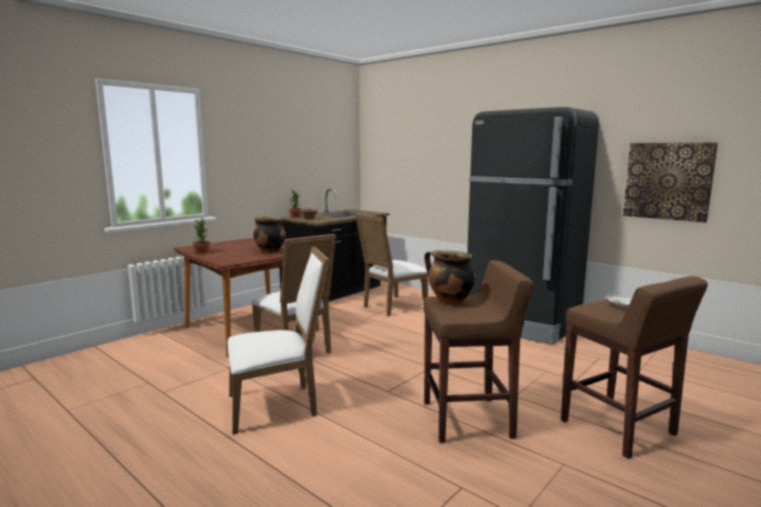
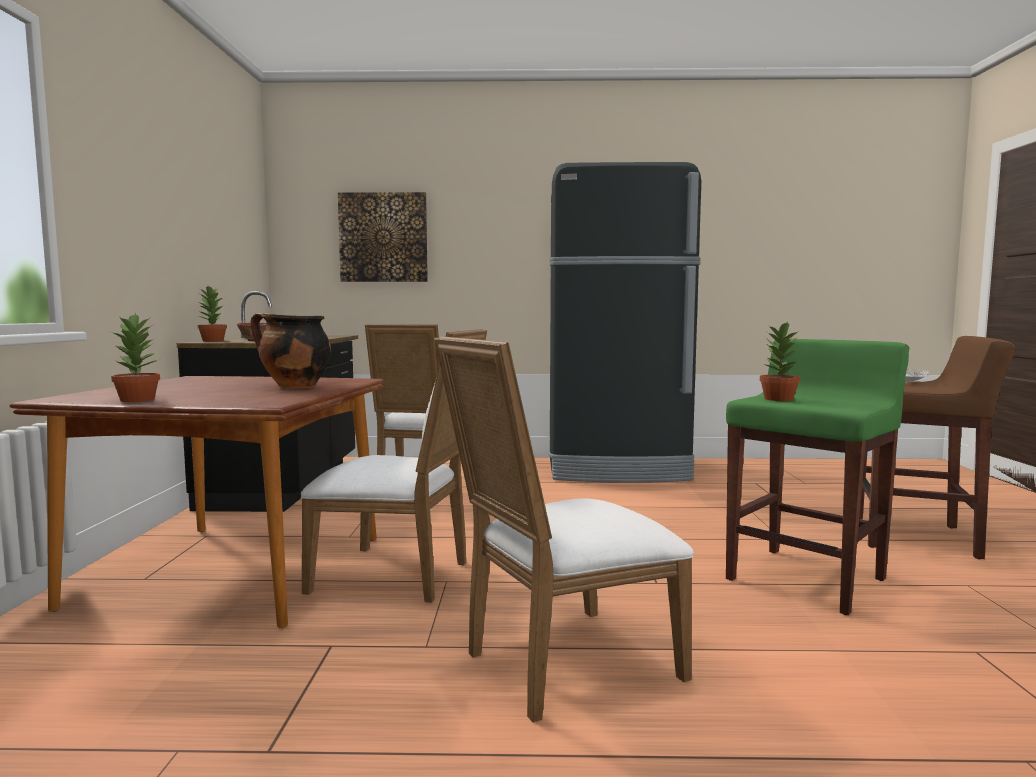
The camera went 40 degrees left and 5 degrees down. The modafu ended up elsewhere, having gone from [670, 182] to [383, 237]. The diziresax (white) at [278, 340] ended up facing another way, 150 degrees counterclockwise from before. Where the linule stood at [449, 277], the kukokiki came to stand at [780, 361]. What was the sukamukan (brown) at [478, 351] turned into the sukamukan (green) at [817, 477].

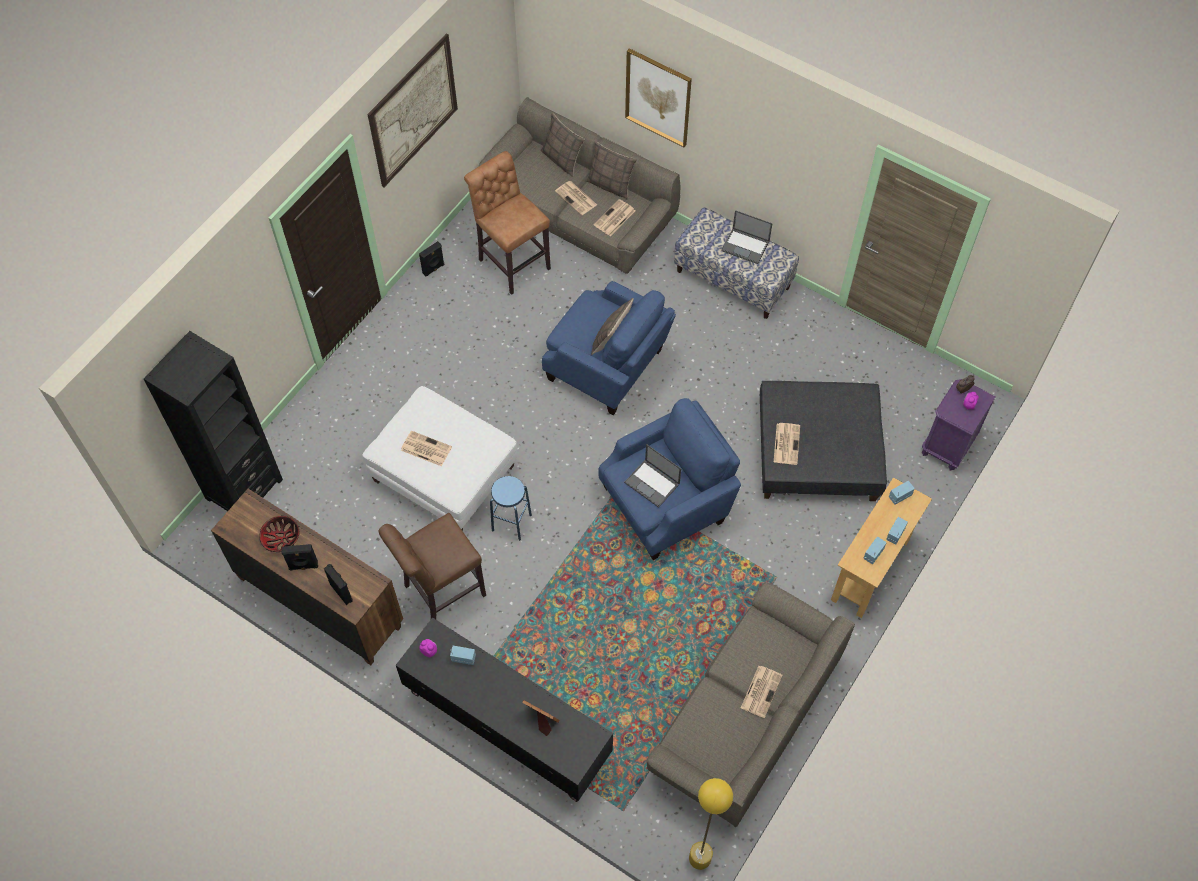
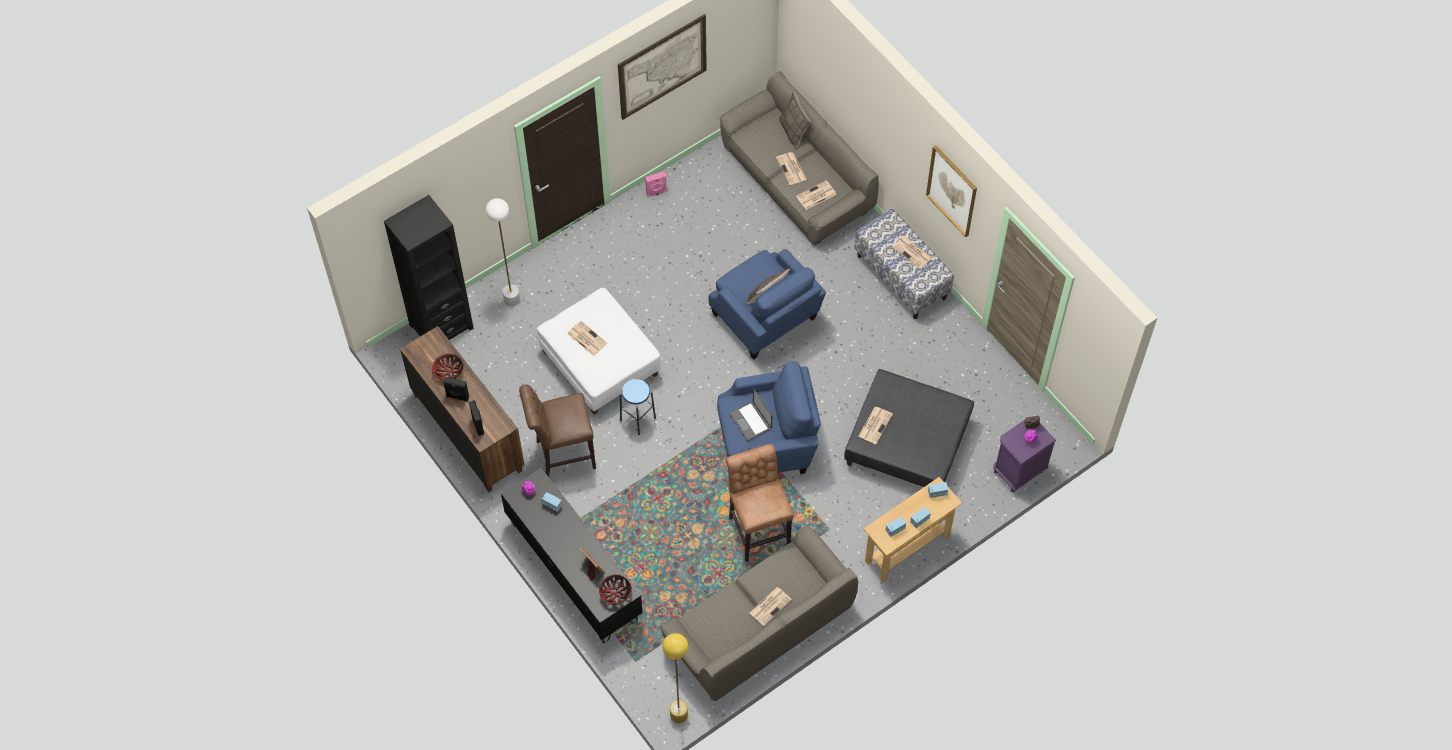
The camera went 20 degrees right and 0 degrees up. The modafu ended up elsewhere, having gone from [658, 97] to [951, 191]. The second view lost the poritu at [611, 170]. The sukamukan (brown) ended up elsewhere, having gone from [507, 223] to [760, 503]. Where the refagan stood at [747, 237], the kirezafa came to stand at [912, 253]. What was the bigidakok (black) at [431, 259] turned into the bigidakok (pink) at [656, 184]. The second view gained the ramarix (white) at [503, 252]. The second view gained the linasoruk at [615, 589].

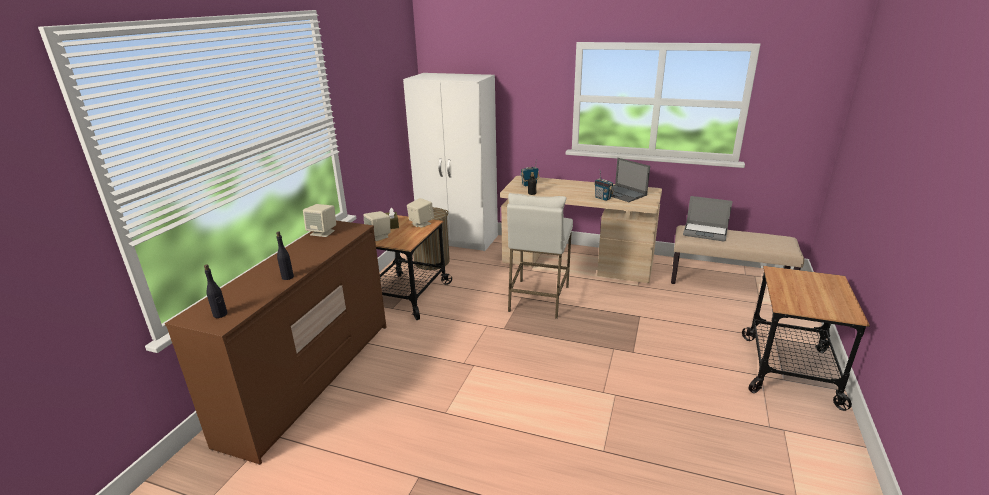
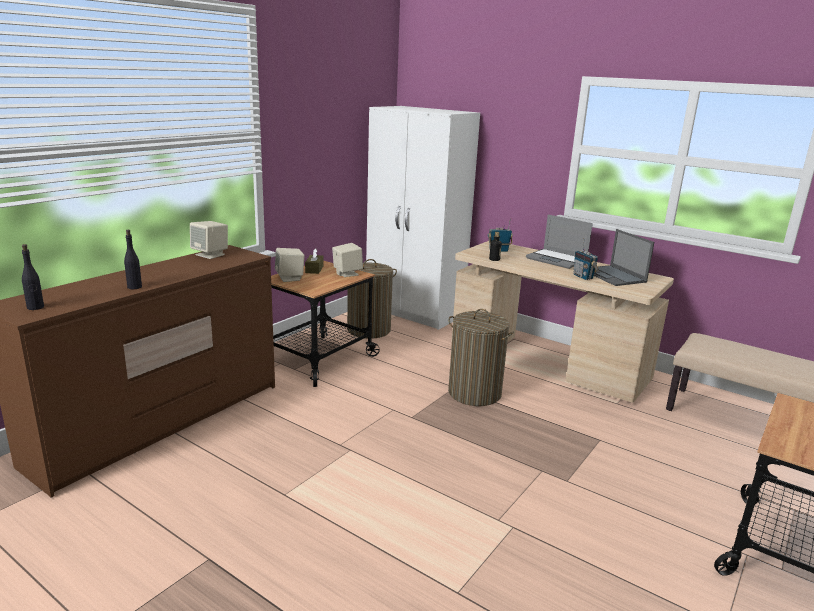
The camera went 15 degrees right and 5 degrees down. Where the sukamukan (white) stood at [540, 256], the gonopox came to stand at [481, 357]. The refagan ended up elsewhere, having gone from [708, 218] to [559, 242].

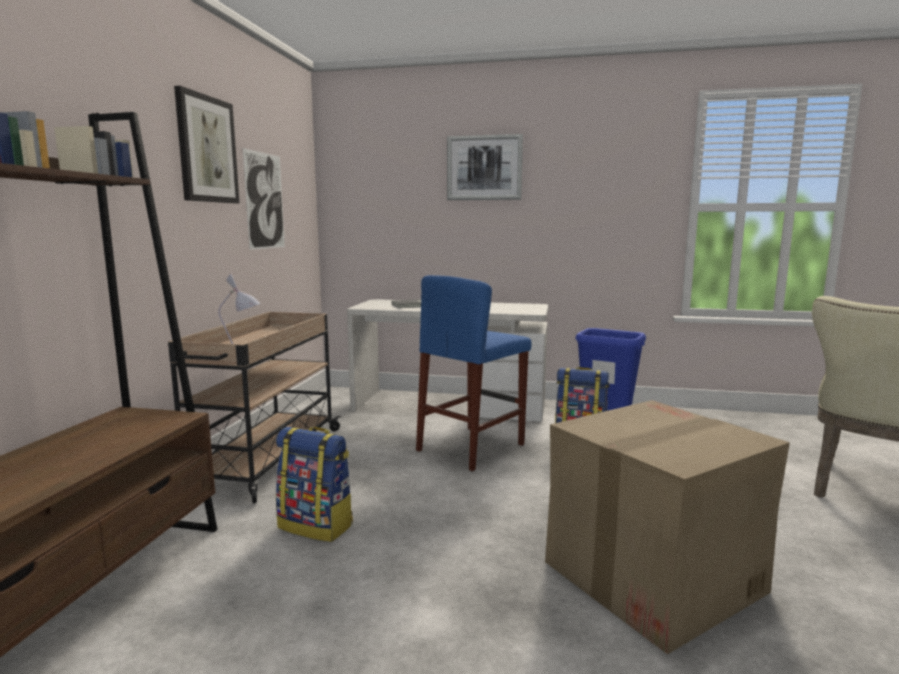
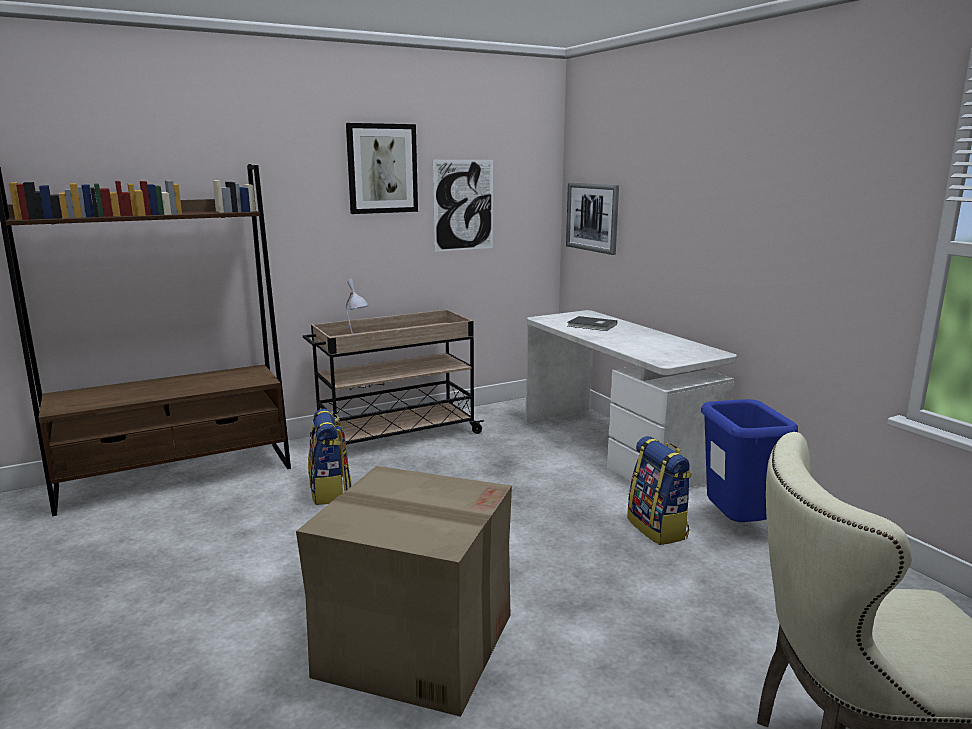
The camera went 50 degrees right and 5 degrees up. The modafu ended up elsewhere, having gone from [485, 167] to [592, 219]. The second view lost the sukamukan (blue) at [474, 373].

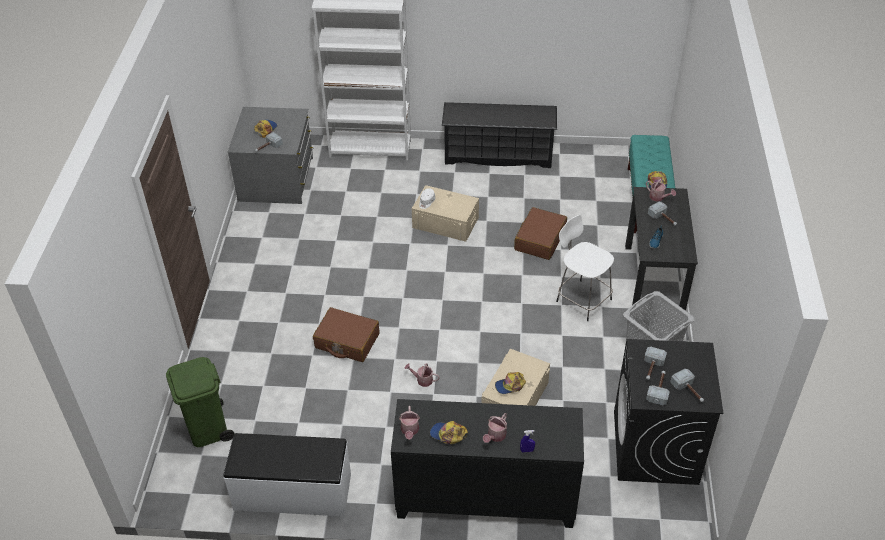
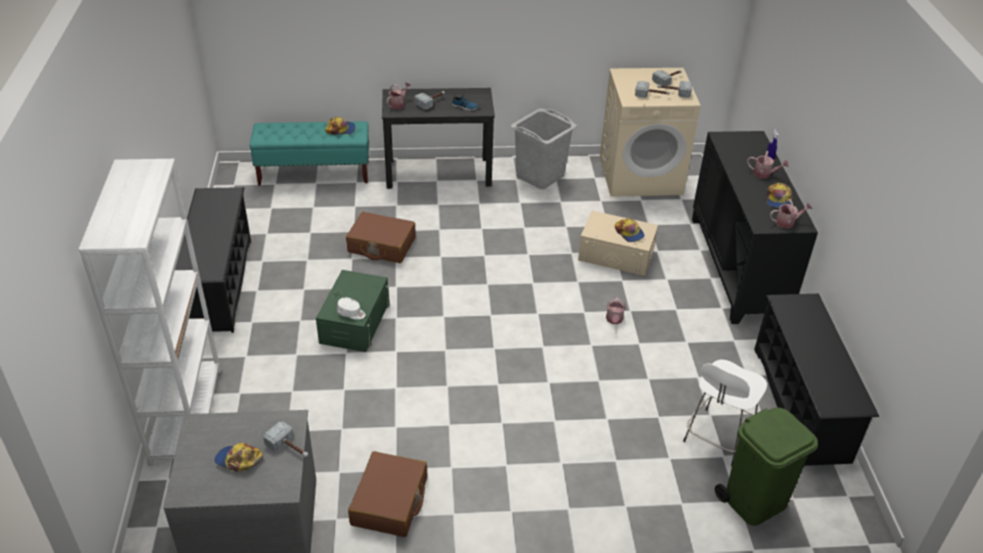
The camera went 100 degrees left and 5 degrees down. What was the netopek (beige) at [445, 213] turned into the netopek (green) at [352, 311]. The sukamukan (white) ended up elsewhere, having gone from [585, 268] to [725, 413]. The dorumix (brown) ended up elsewhere, having gone from [346, 334] to [387, 494]. What was the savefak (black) at [668, 412] turned into the savefak (beige) at [650, 132]. Where the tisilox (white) stood at [287, 475], the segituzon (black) came to stand at [816, 381].

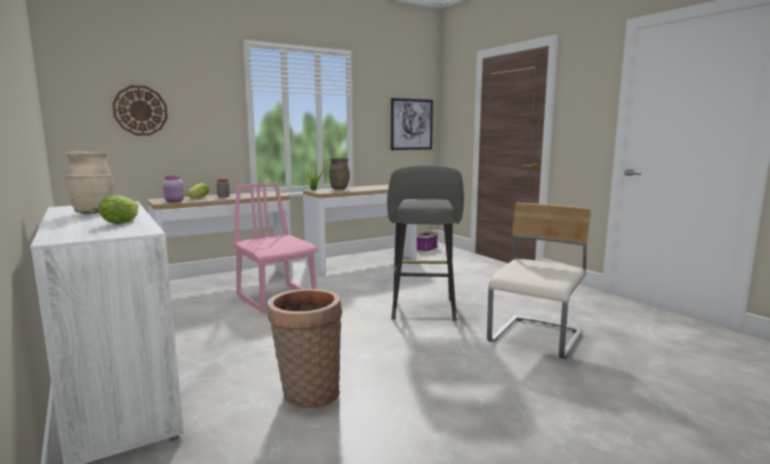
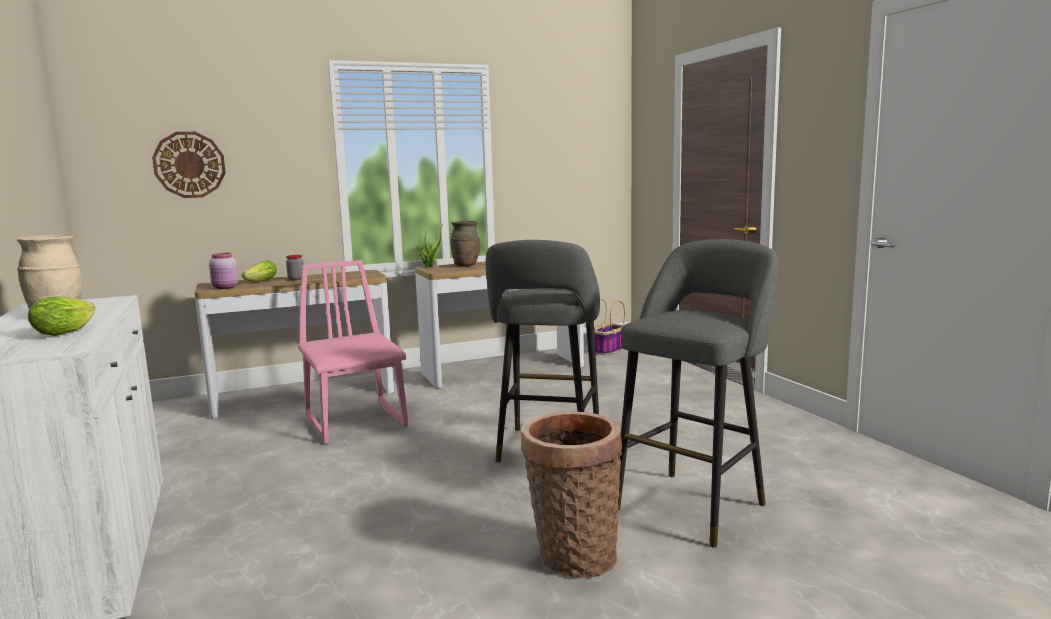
The camera went 10 degrees right and 0 degrees up. The second view lost the modafu at [412, 124]. Where the diziresax (beige) stood at [539, 281], the sukamukan (grey) came to stand at [698, 393]. The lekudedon ended up elsewhere, having gone from [304, 349] to [571, 495].

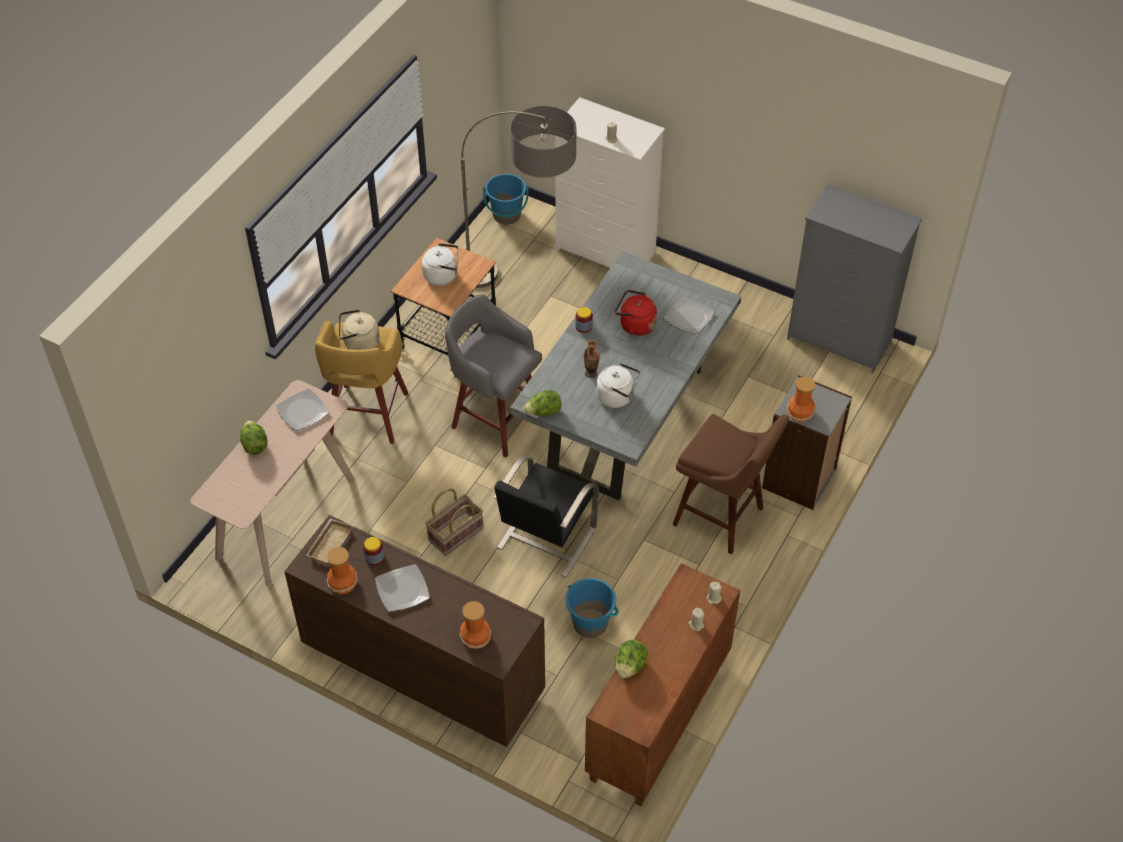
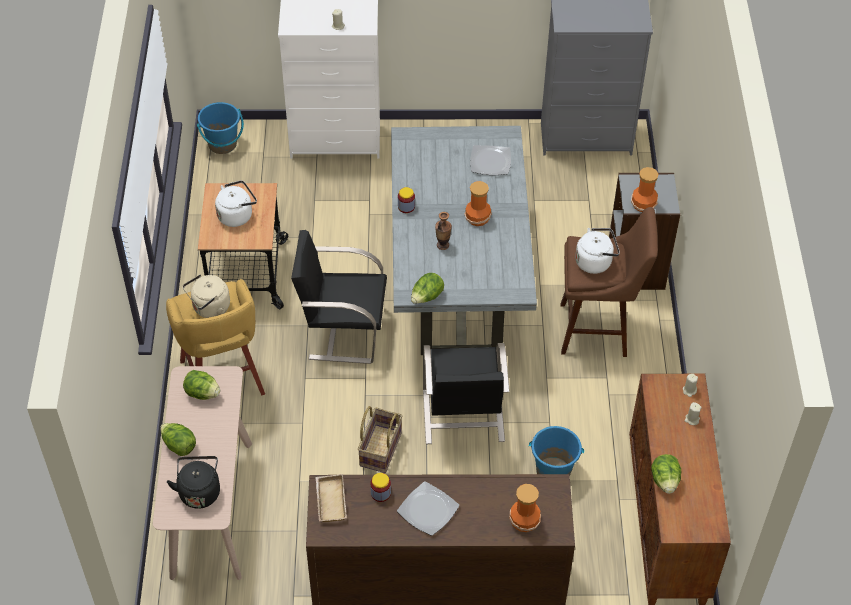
The camera went 30 degrees left and 0 degrees up. The second view lost the ramarix at [518, 197]. The second view lost the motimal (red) at [636, 313]. Where the sukamukan (grey) stood at [493, 375], the diziresax (black) came to stand at [339, 297]. The motimal (white) ended up elsewhere, having gone from [618, 385] to [597, 251]. Where the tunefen stood at [302, 409], the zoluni came to stand at [201, 385]. The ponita ended up elsewhere, having gone from [342, 570] to [478, 203]. The second view gained the motimal (black) at [193, 482].

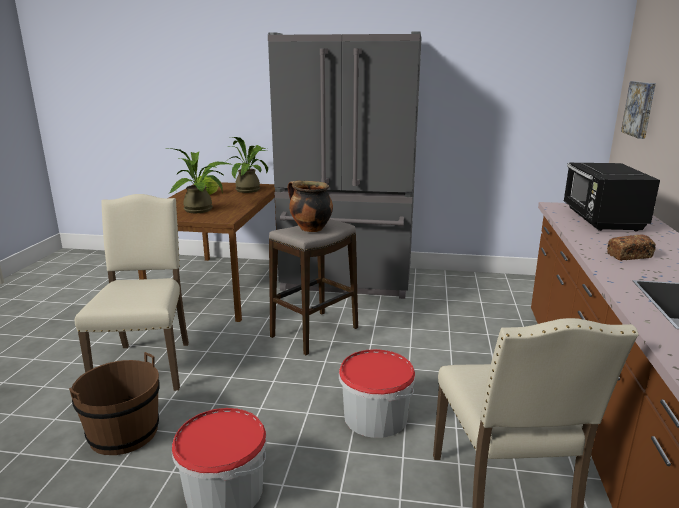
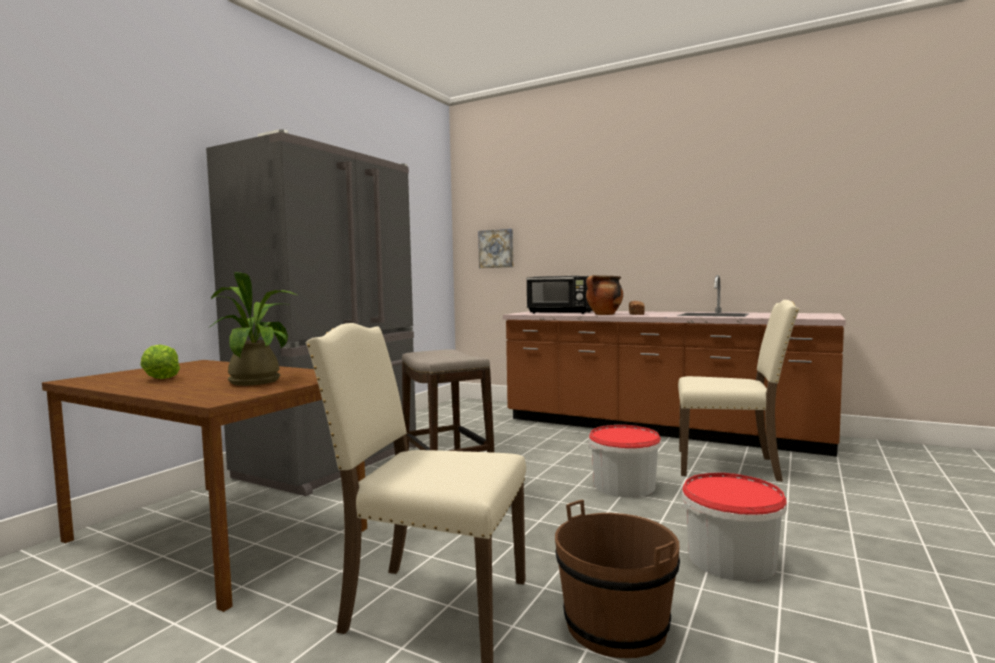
The camera went 70 degrees left and 15 degrees down. The second view lost the kukokiki at [246, 165]. The linule ended up elsewhere, having gone from [310, 206] to [604, 295].

